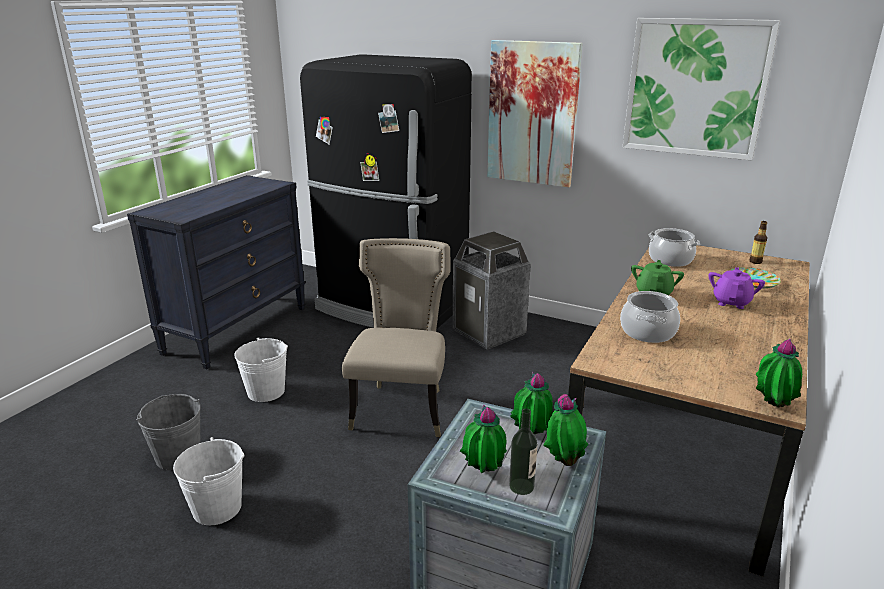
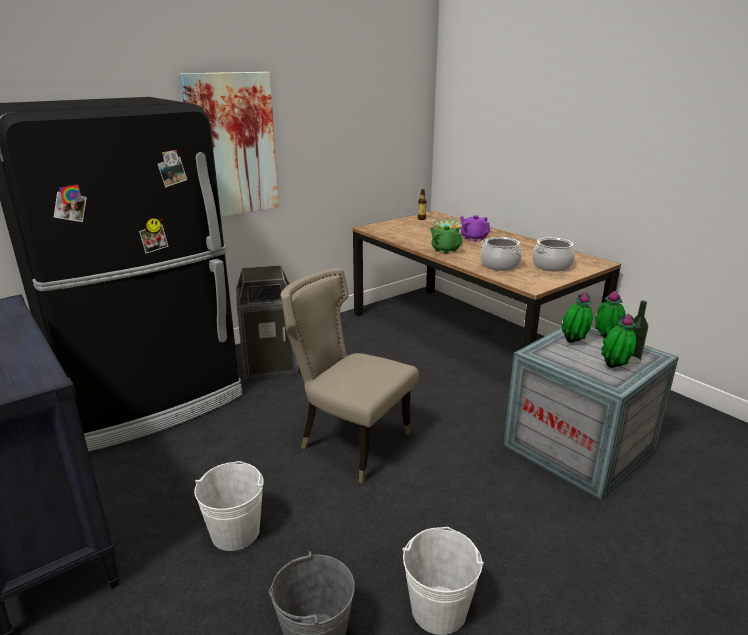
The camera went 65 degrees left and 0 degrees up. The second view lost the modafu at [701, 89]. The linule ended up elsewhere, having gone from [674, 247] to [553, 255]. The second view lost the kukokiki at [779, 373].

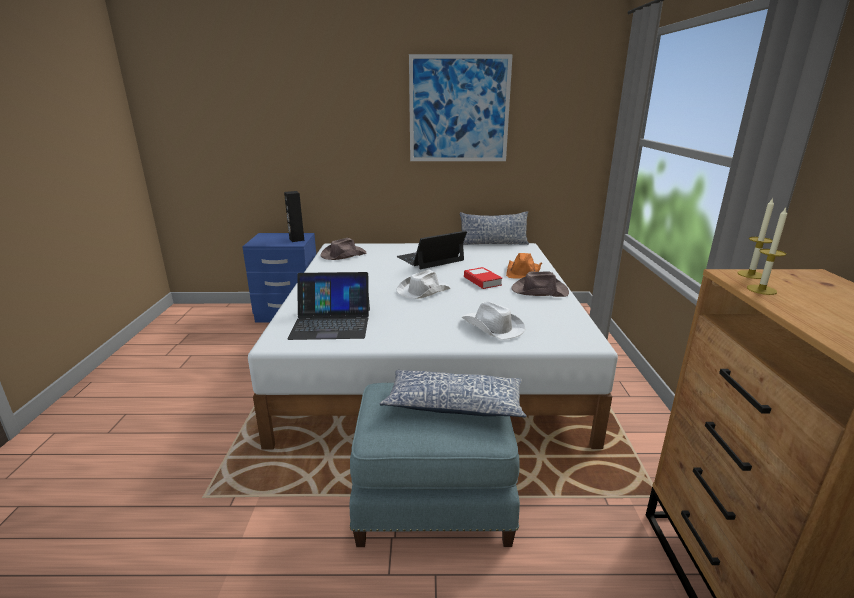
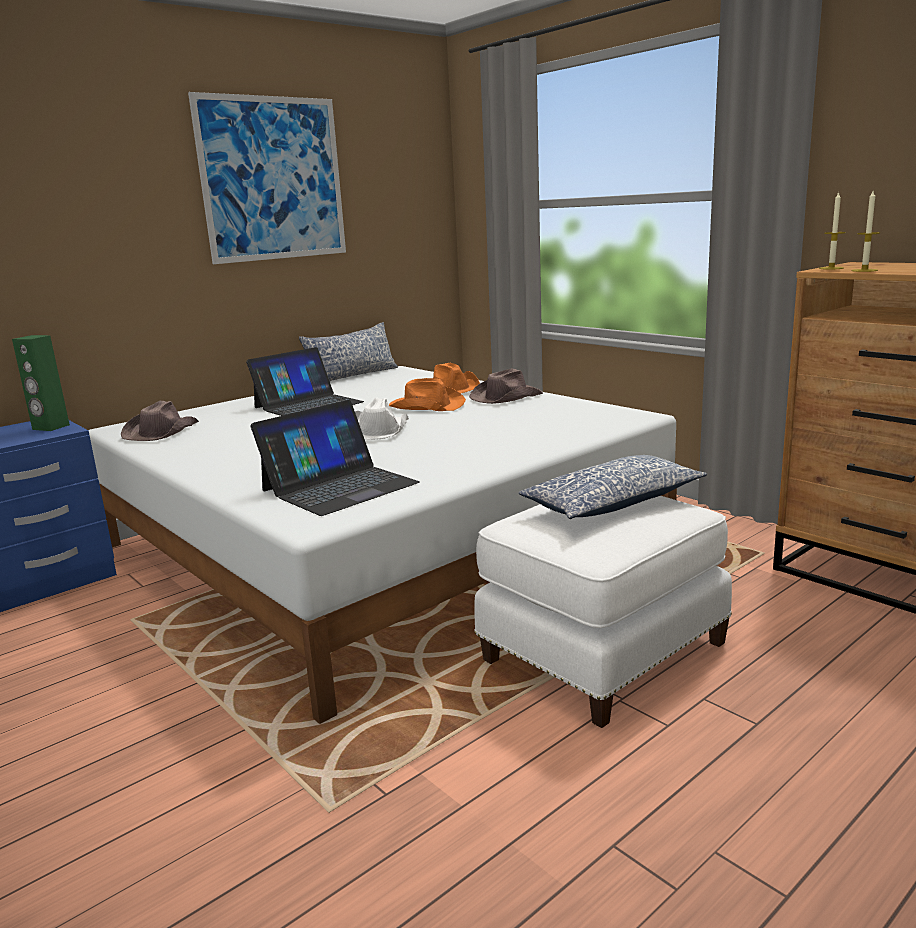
The camera went 40 degrees left and 5 degrees down. What was the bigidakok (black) at [294, 216] turned into the bigidakok (green) at [41, 383]. The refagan at [431, 250] ended up facing another way, 150 degrees counterclockwise from before. Where the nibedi stood at [483, 278], the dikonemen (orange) came to stand at [427, 394]. The second view lost the dikonemen (white) at [493, 320]. What was the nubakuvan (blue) at [435, 465] turned into the nubakuvan (white) at [603, 612].

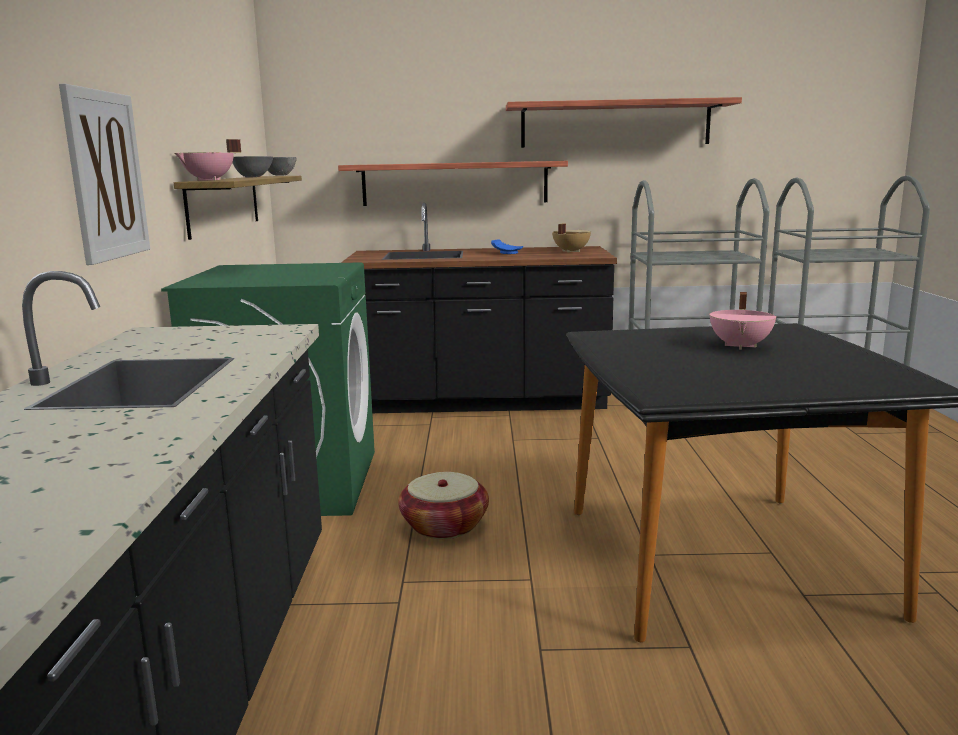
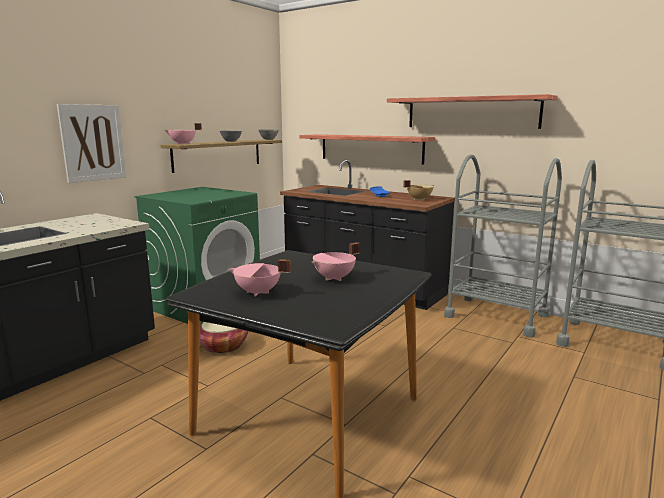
The camera went 35 degrees right and 0 degrees up. The second view gained the linule (pink) at [260, 278].

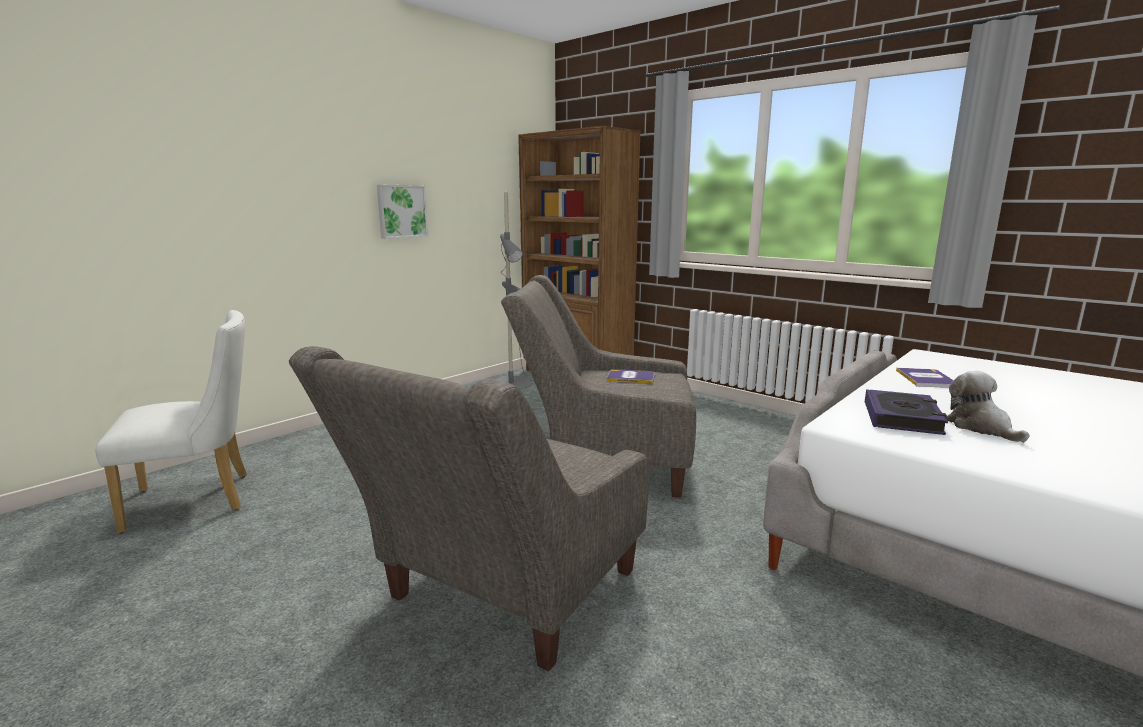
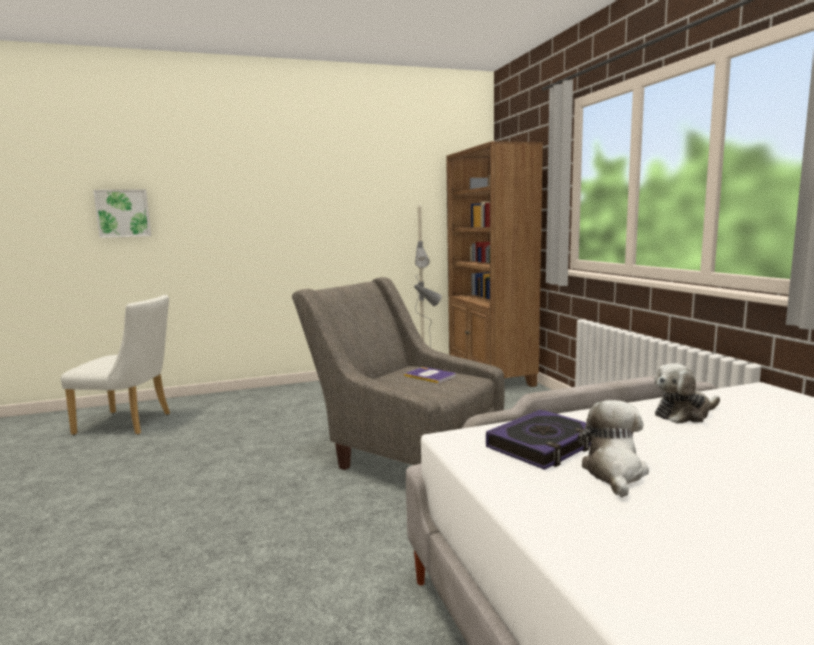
The camera went 30 degrees right and 5 degrees down. The modafu ended up elsewhere, having gone from [402, 211] to [122, 213]. The second view lost the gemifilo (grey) at [469, 508]. Where the nibedi stood at [925, 378], the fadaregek came to stand at [687, 393].

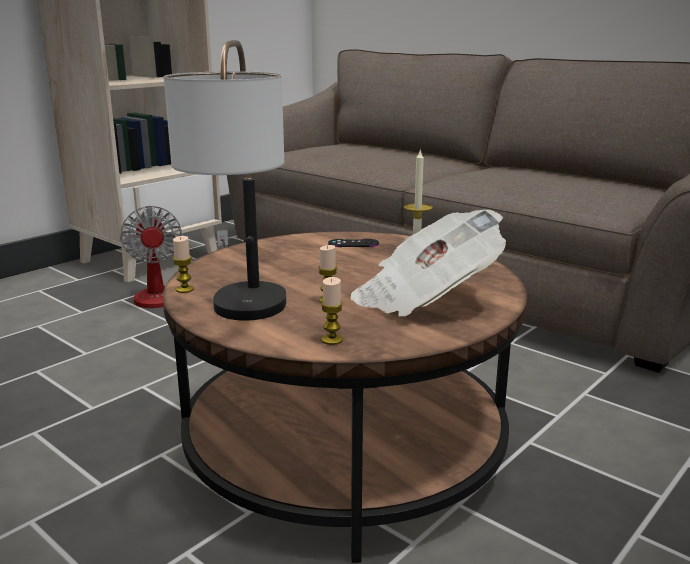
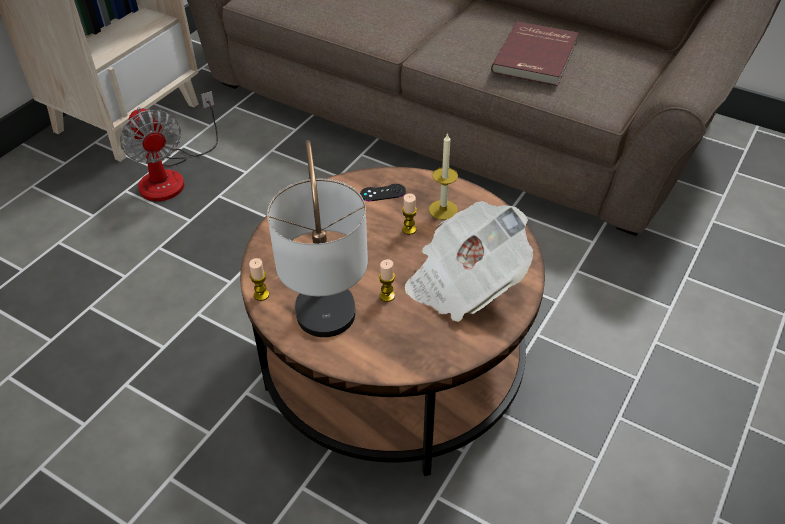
The camera went 10 degrees left and 25 degrees up. The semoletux ended up elsewhere, having gone from [332, 311] to [409, 214]. The second view gained the nibedi (red) at [534, 54].

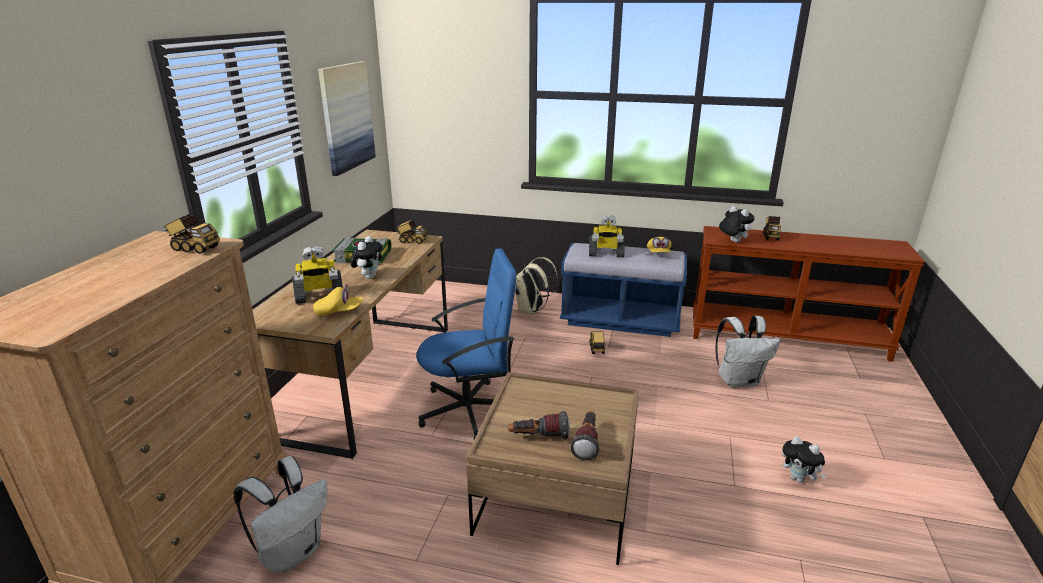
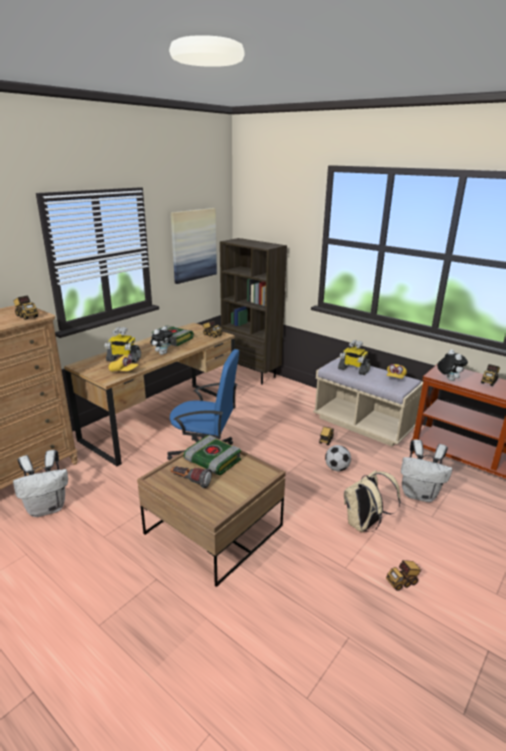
The camera went 25 degrees right and 0 degrees up. What was the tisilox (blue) at [623, 290] turned into the tisilox (beige) at [368, 402]. The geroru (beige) ended up elsewhere, having gone from [536, 286] to [372, 501]. The second view lost the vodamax at [585, 435]. Where the fadaregek stood at [804, 459], the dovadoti came to stand at [404, 575]. The second view gained the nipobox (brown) at [253, 311]. The second view gained the nibedi at [212, 455]. The second view gained the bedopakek at [338, 458].

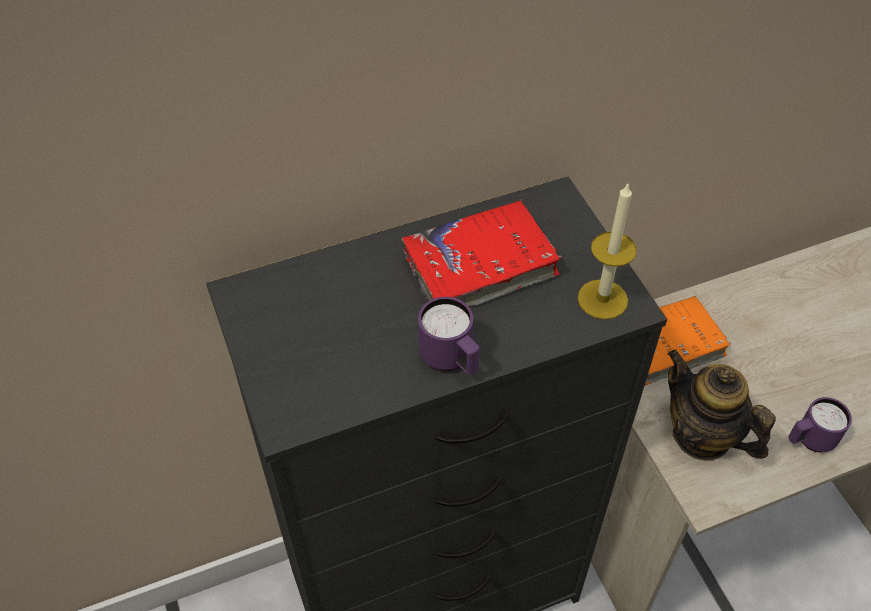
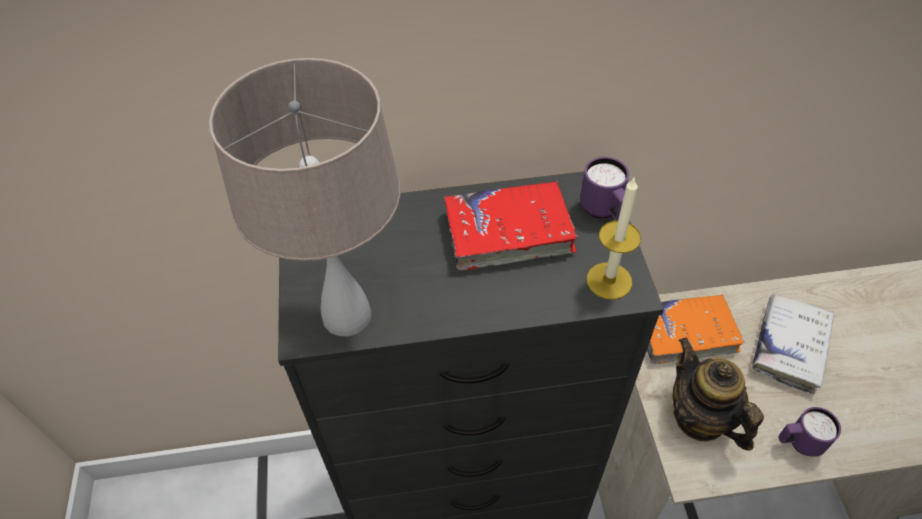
The camera went 15 degrees right and 0 degrees up. The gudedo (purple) ended up elsewhere, having gone from [449, 336] to [604, 188]. The second view gained the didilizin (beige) at [304, 197]. The second view gained the nibedi (white) at [793, 343].

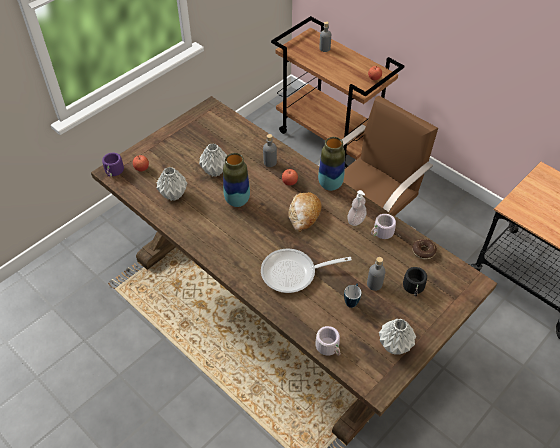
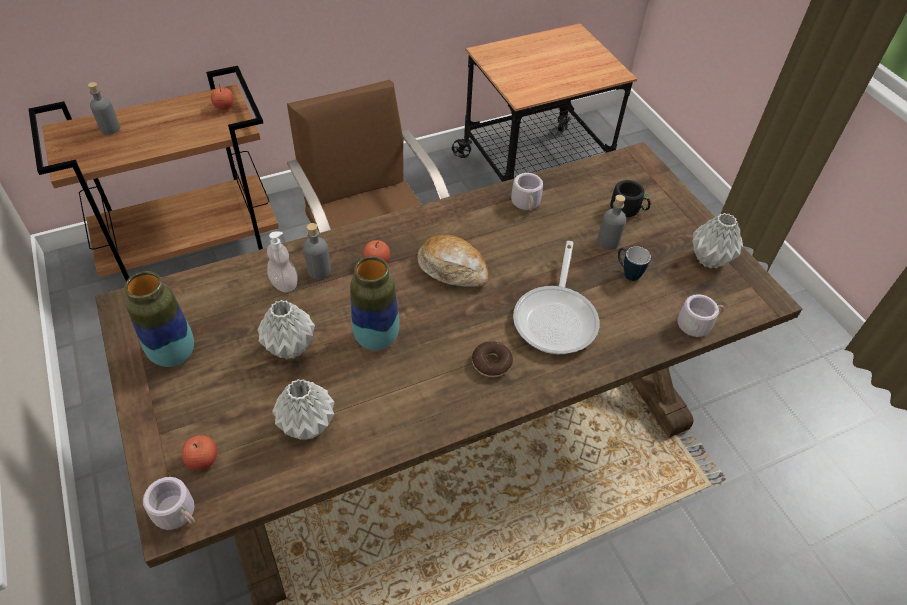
The camera went 70 degrees left and 0 degrees up. The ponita ended up elsewhere, having gone from [331, 164] to [159, 319]. What was the gudedo (purple) at [114, 165] turned into the gudedo (grey) at [169, 503]. The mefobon ended up elsewhere, having gone from [357, 208] to [282, 262]. The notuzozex ended up elsewhere, having gone from [424, 249] to [492, 359].

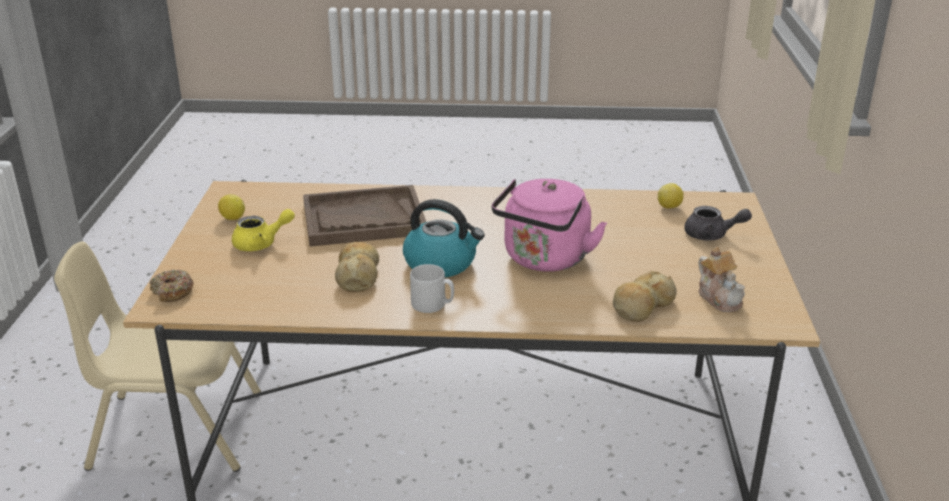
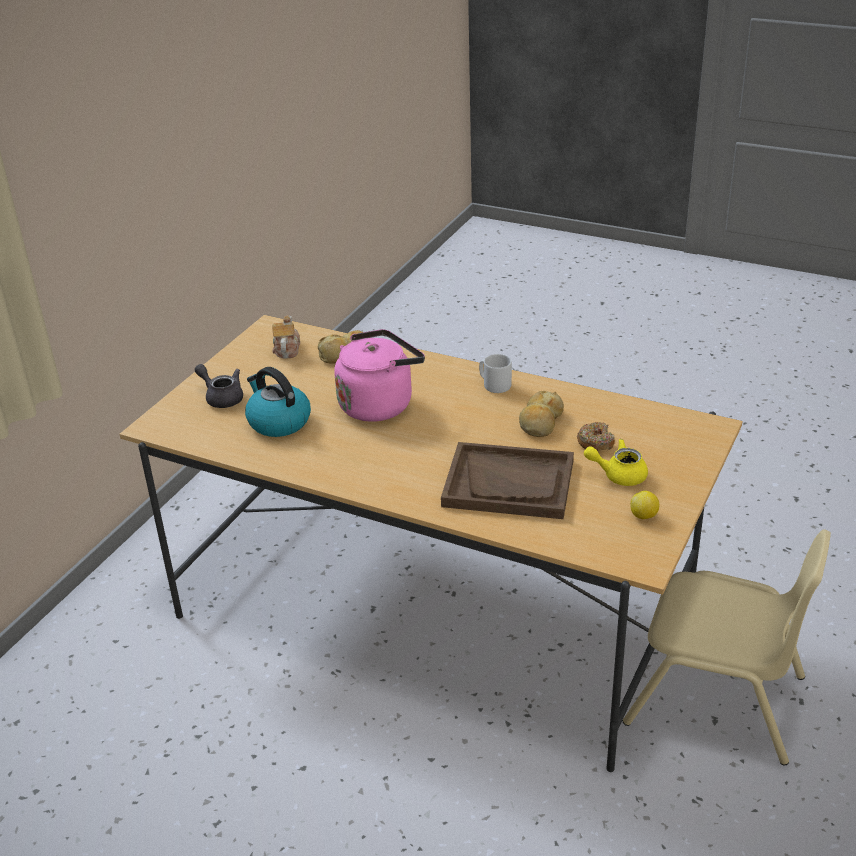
The camera went 155 degrees left and 5 degrees up. The second view lost the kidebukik at [671, 196]. The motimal ended up elsewhere, having gone from [444, 238] to [278, 402]. The notuzozex ended up elsewhere, having gone from [171, 285] to [596, 436].

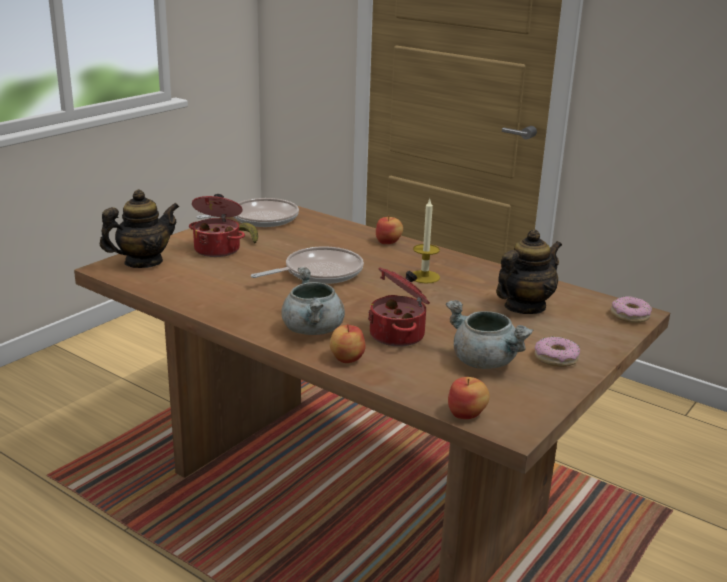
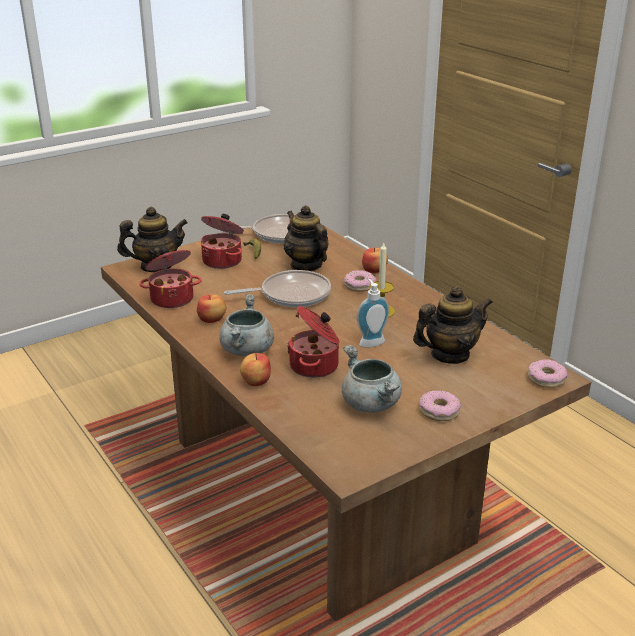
The camera went 20 degrees right and 5 degrees up. The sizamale ended up elsewhere, having gone from [469, 398] to [211, 308]. The second view gained the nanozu at [306, 238]. The second view gained the linule at [170, 278]. The second view gained the notuzozex at [360, 281]. The second view gained the mefobon at [373, 313].

